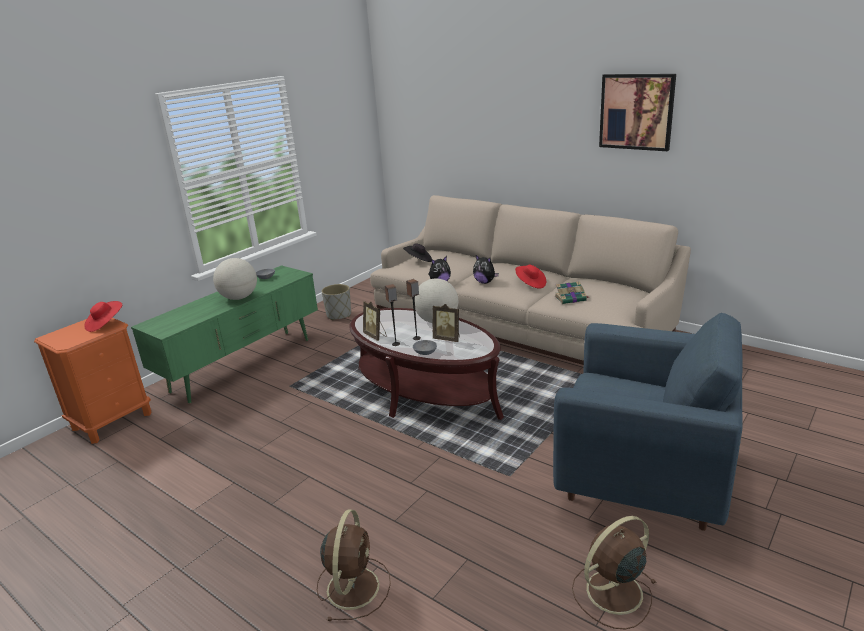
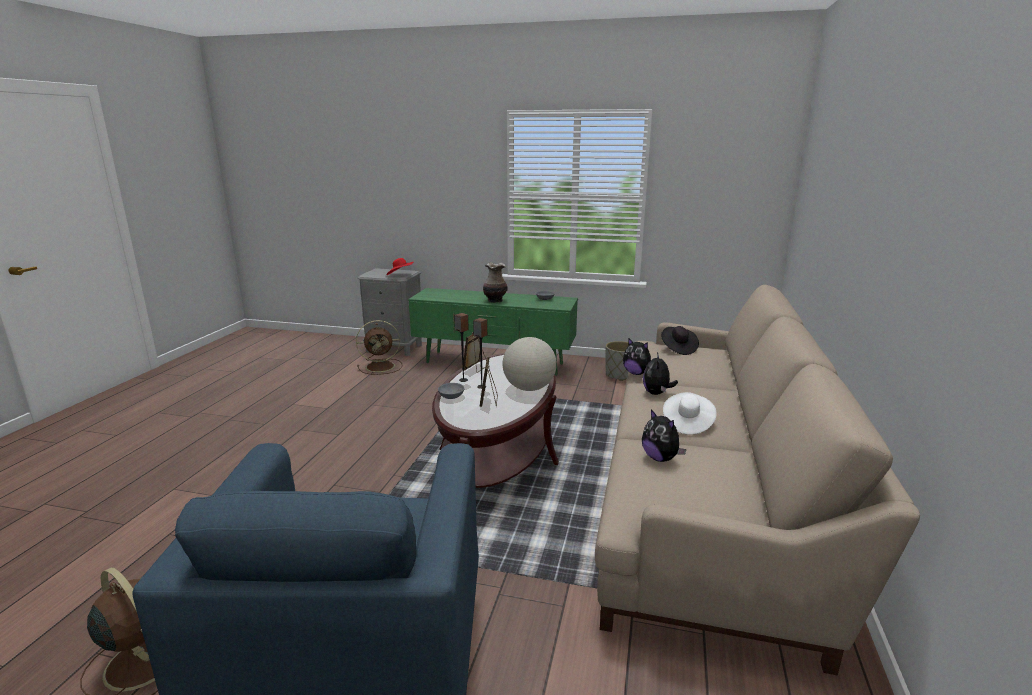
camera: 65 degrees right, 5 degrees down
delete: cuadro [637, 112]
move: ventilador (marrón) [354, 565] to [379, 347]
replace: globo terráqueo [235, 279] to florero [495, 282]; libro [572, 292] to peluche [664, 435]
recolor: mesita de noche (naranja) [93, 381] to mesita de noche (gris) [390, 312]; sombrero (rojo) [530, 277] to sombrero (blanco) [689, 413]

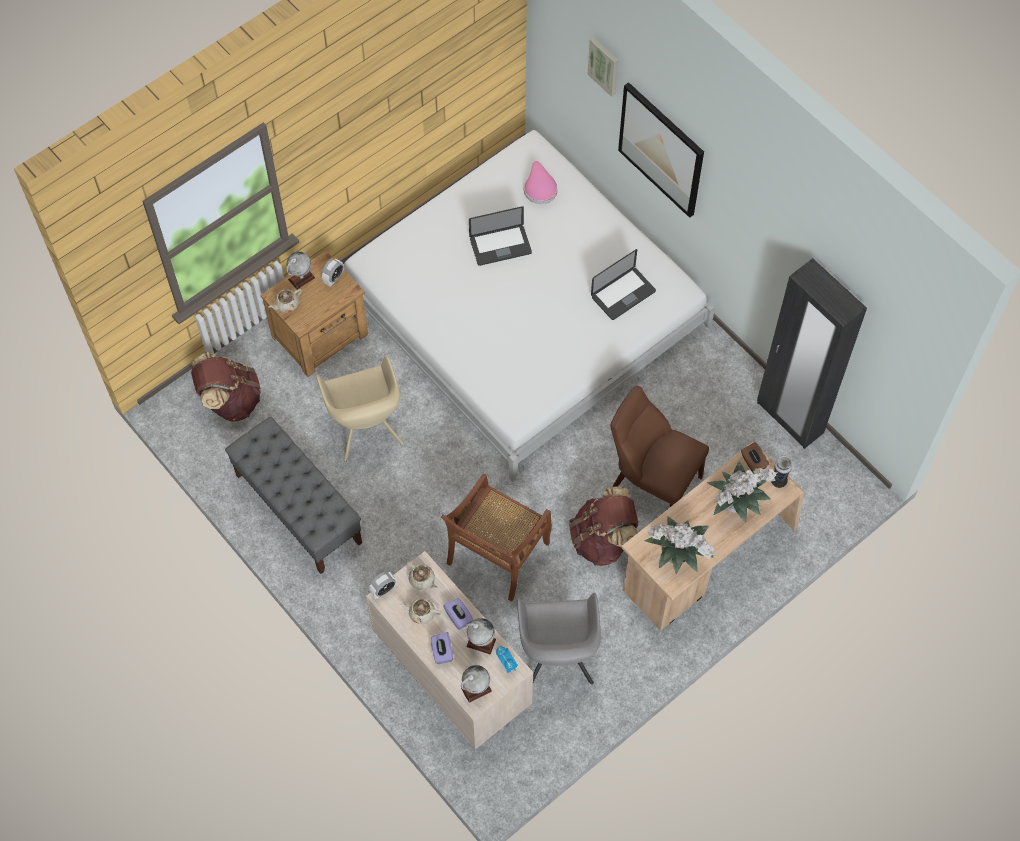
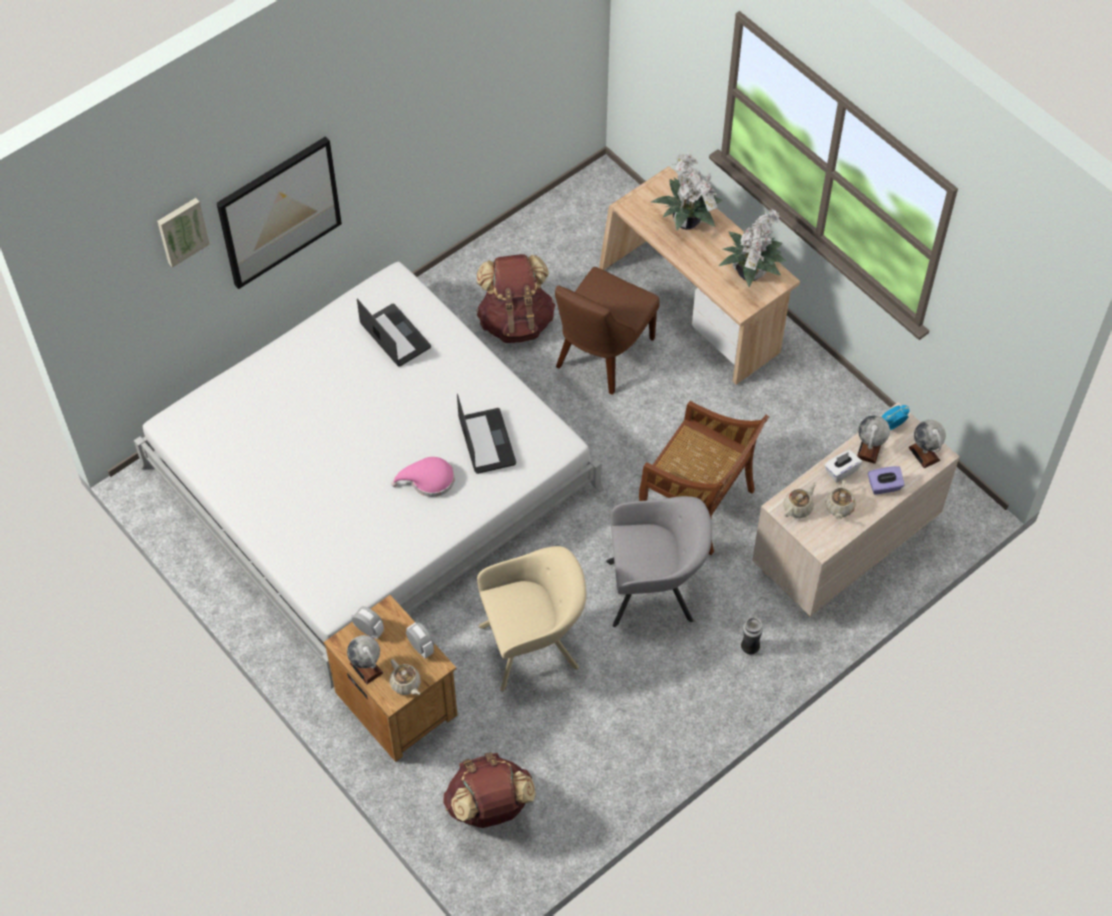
camera: 90 degrees left, 5 degrees down
delete: banco (gris) [293, 495]; caja de pañuelos (marrón) [755, 457]; armario ropero (negro) [812, 353]
move: despertador [382, 585] to [420, 640]; portátil [500, 236] to [486, 434]; sillón (gris) [559, 639] to [659, 561]; sombrero (rosa) [541, 182] to [423, 477]; mochila (marrón) [603, 526] to [515, 298]; florero [781, 472] to [752, 636]
recolor: caja de pañuelos (morado) [458, 614] to caja de pañuelos (blanco) [843, 466]

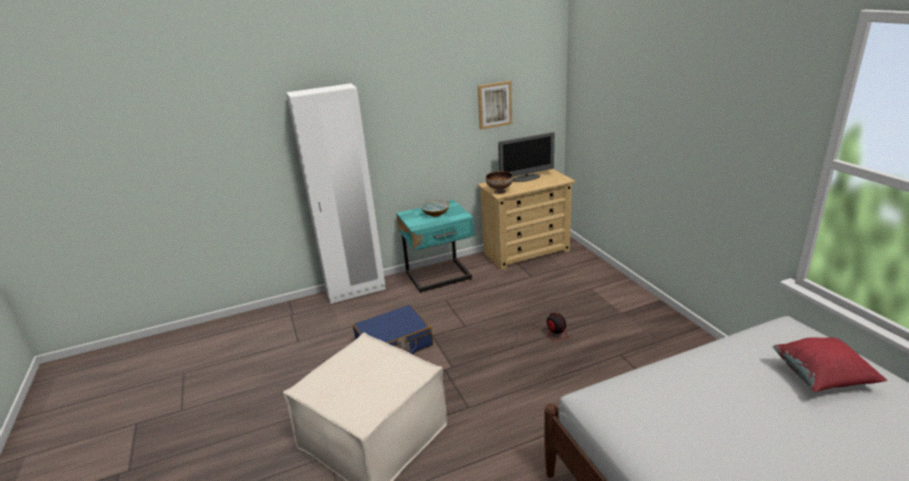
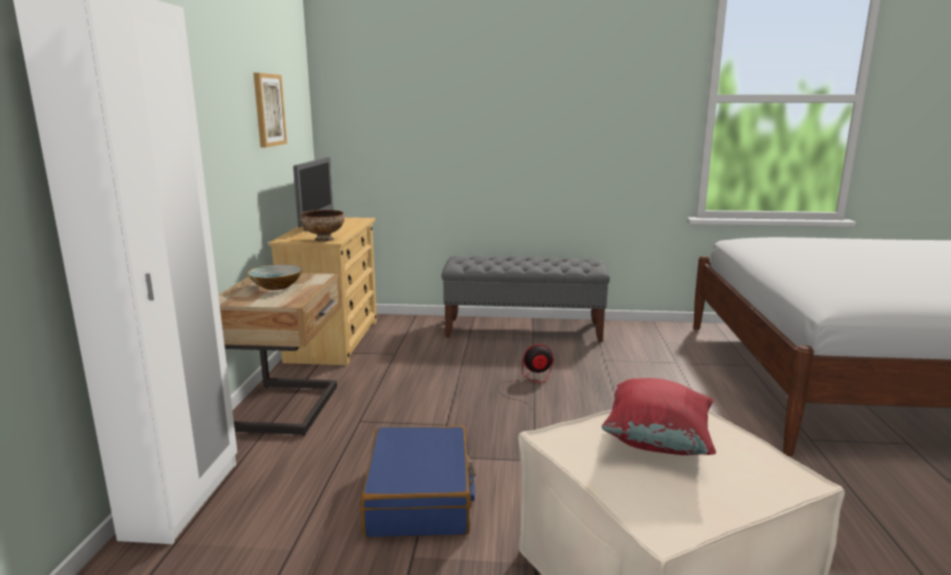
camera: 65 degrees left, 10 degrees down
insert: banco (gris) [525, 299]
move: cojín (rojo) [829, 364] to [659, 416]
recolor: mesita de noche (turquesa) [435, 246] to mesita de noche (beis) [279, 354]

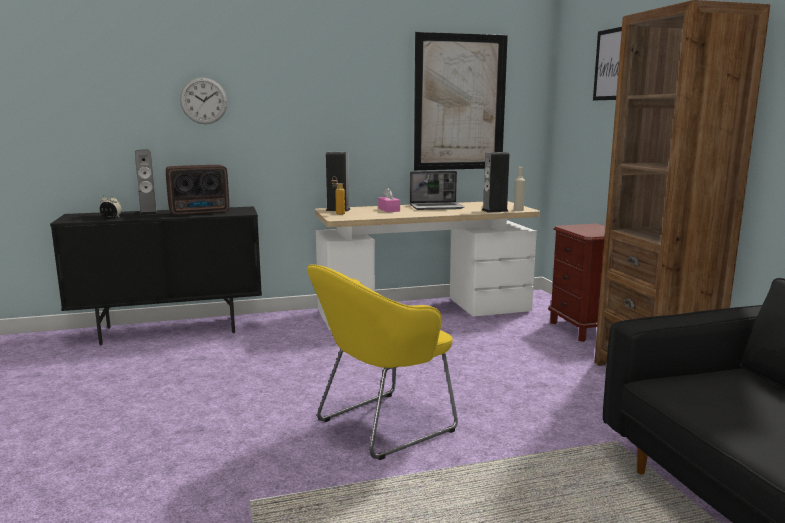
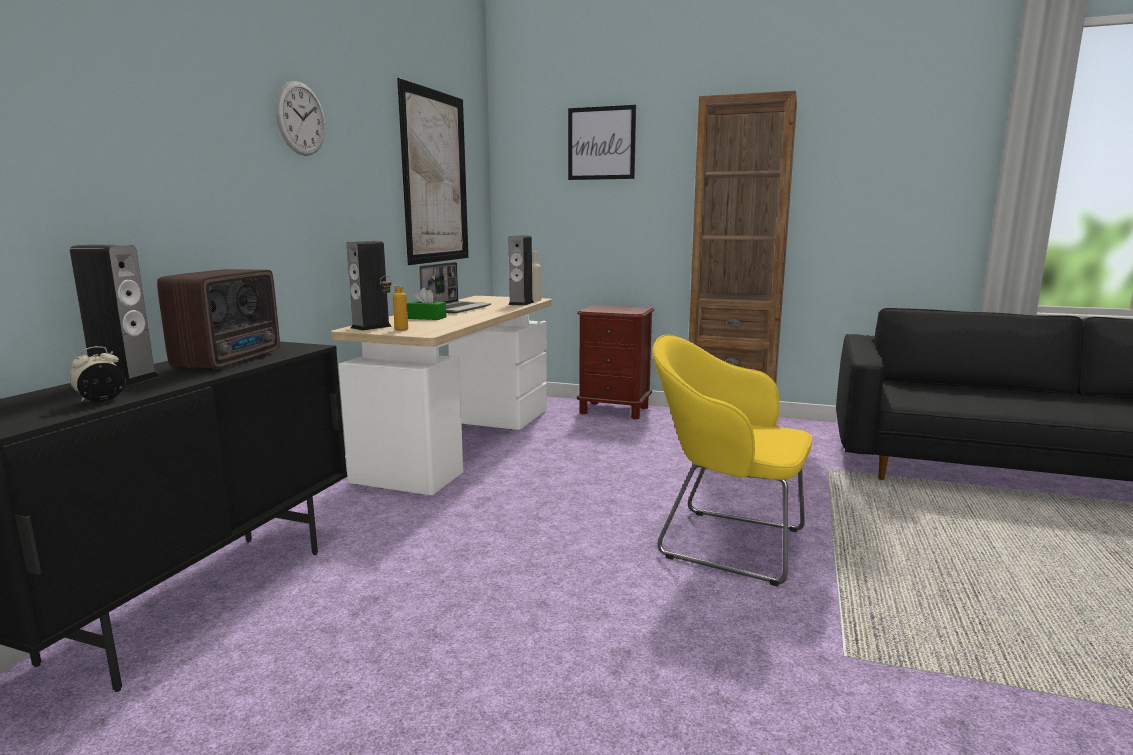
camera: 55 degrees left, 0 degrees up
move: reloj de pared [203, 100] to [300, 118]
recolor: caja de pañuelos (rosa) [389, 200] to caja de pañuelos (verde) [426, 304]
rotate: sillón (amarillo) [382, 362] = [732, 460] 120 degrees clockwise

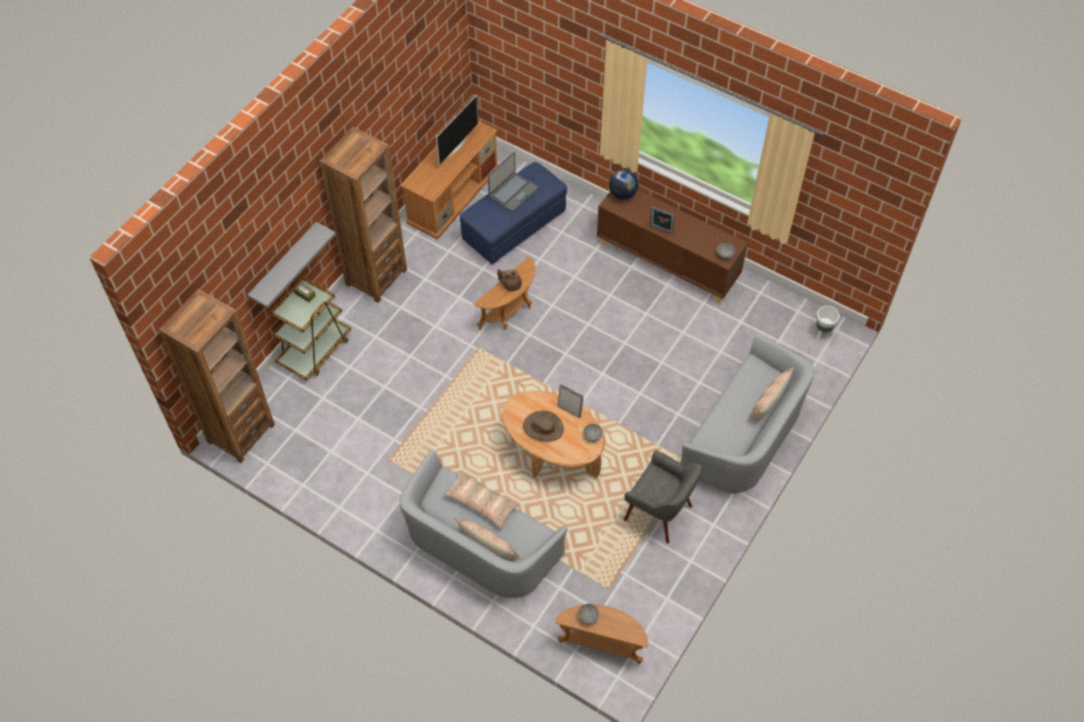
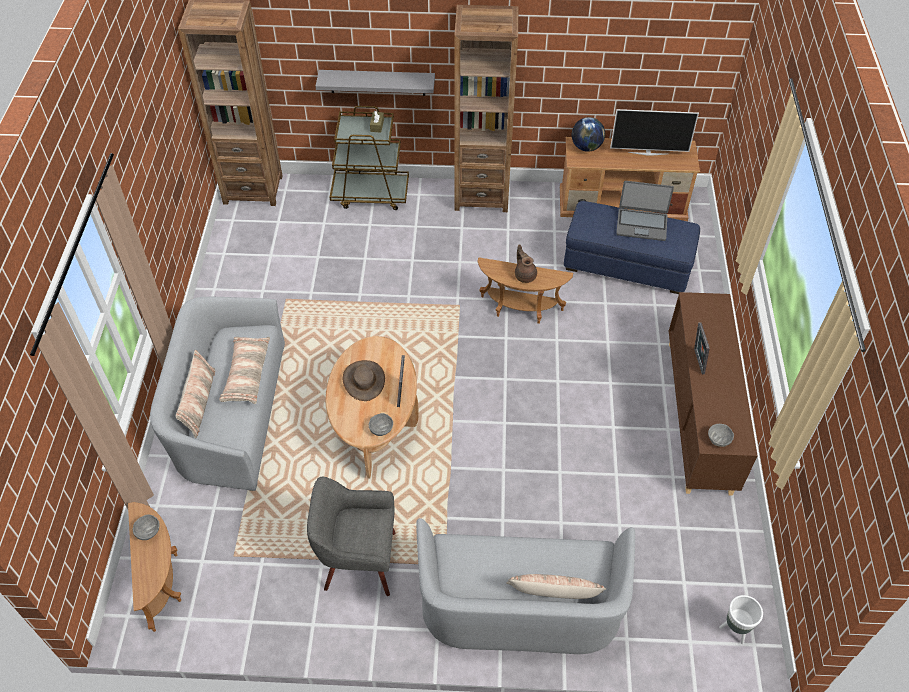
camera: 60 degrees right, 5 degrees down
move: globo terráqueo [623, 185] to [588, 134]
rotate: sillón (gris) [663, 496] = [351, 536] 90 degrees clockwise

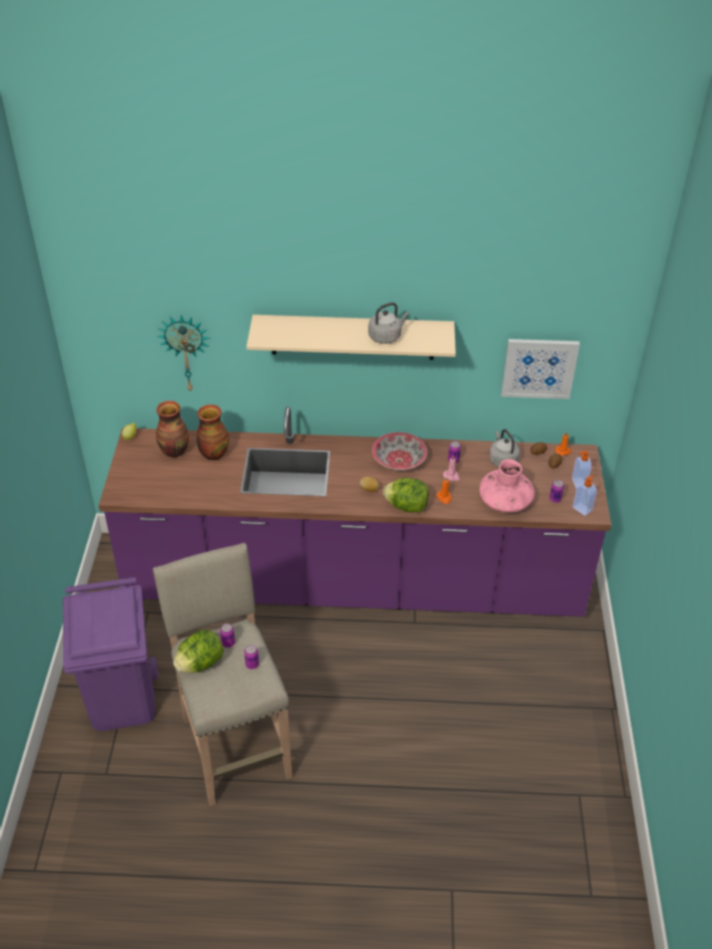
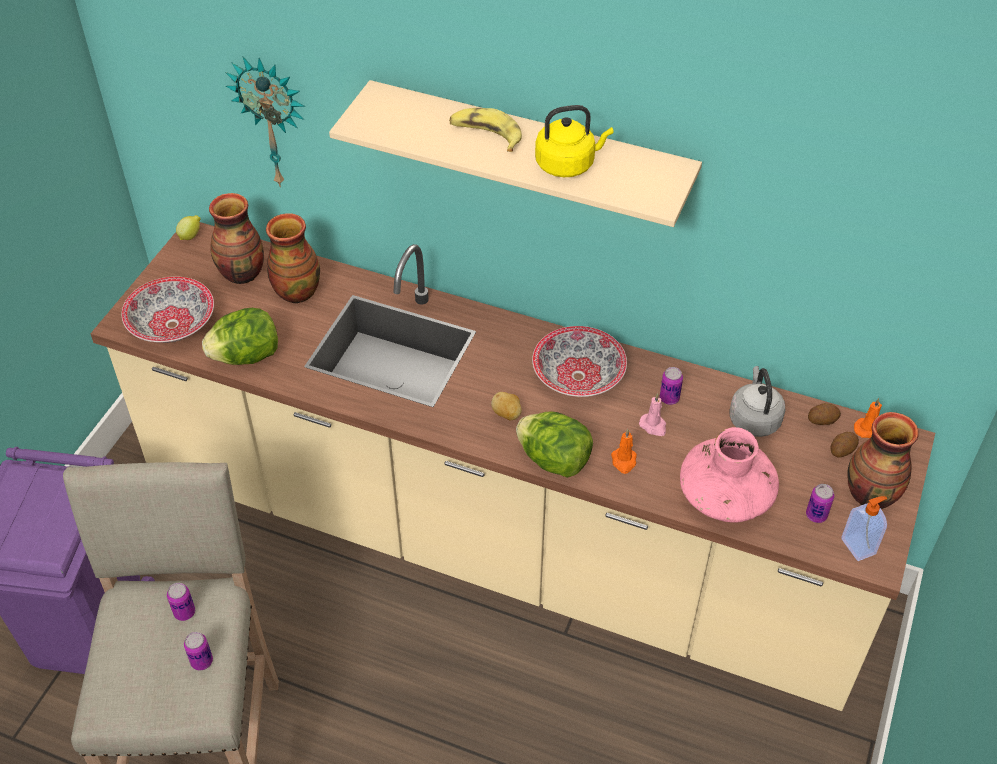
camera: 20 degrees right, 5 degrees up
delete: cuadro [540, 369]
insert: cuenco [168, 309]; plátano [485, 130]
move: lechuga [198, 651] to [240, 336]
replace: dispensador de jabón [581, 469] to florero [883, 460]
recolor: mueble bajo de cocina (morado) [354, 511] to mueble bajo de cocina (beis) [512, 466]; hervidor (gris) [388, 323] to hervidor (amarillo) [574, 141]

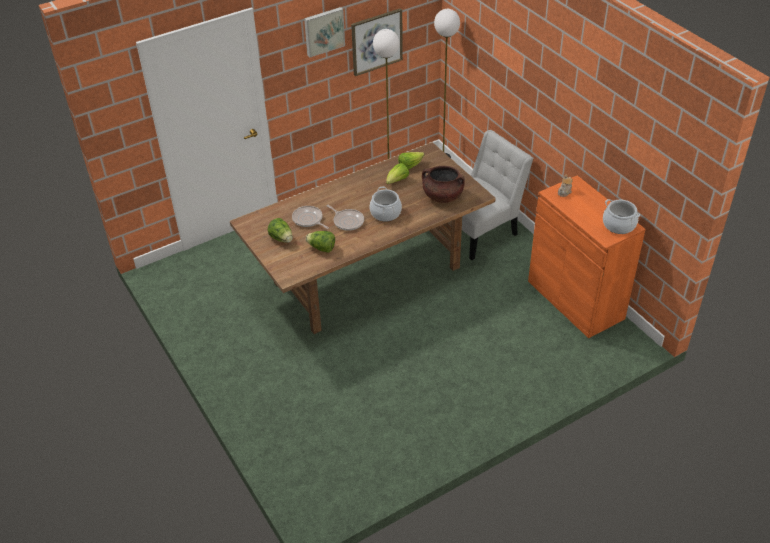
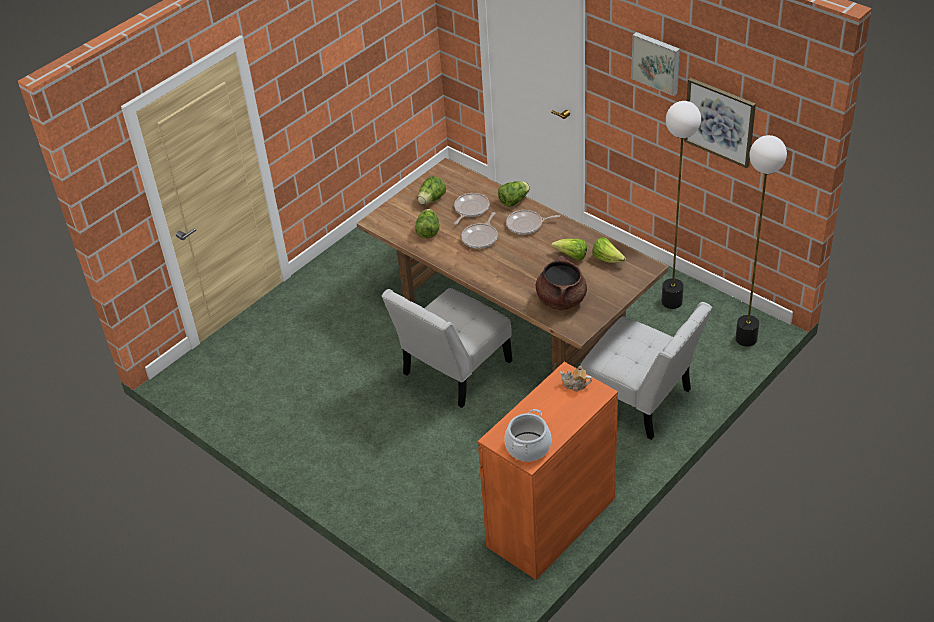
camera: 75 degrees right, 0 degrees up
delete: olla [386, 204]
insert: silla (blanco) [447, 348]; lechuga [514, 194]; sartén [533, 222]

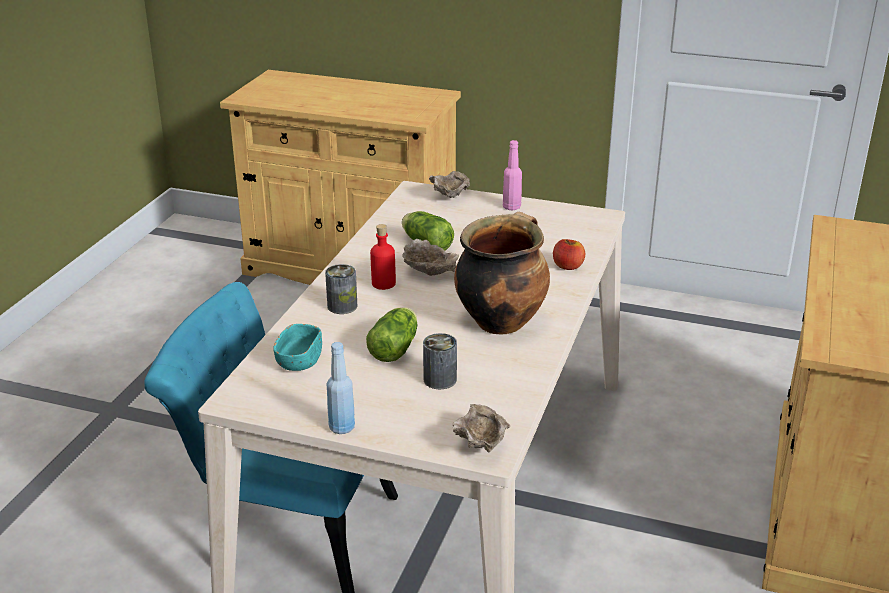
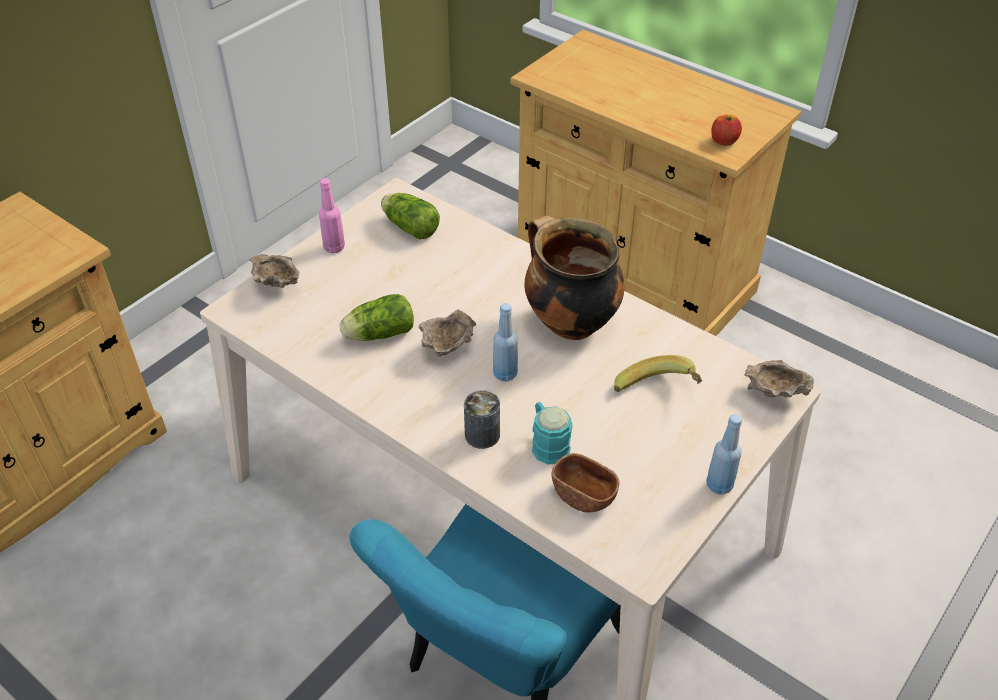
camera: 70 degrees left, 15 degrees up
delete: botella (rojo) [383, 257]
insert: botella (azul) [505, 342]; taza grande (turquesa) [552, 433]
move: lechuga [392, 334] to [410, 216]; manzana [569, 254] to [726, 130]
replace: lata [440, 361] to plátano [658, 373]
recolor: cuenco (turquesa) [297, 347] to cuenco (marrón) [585, 482]

